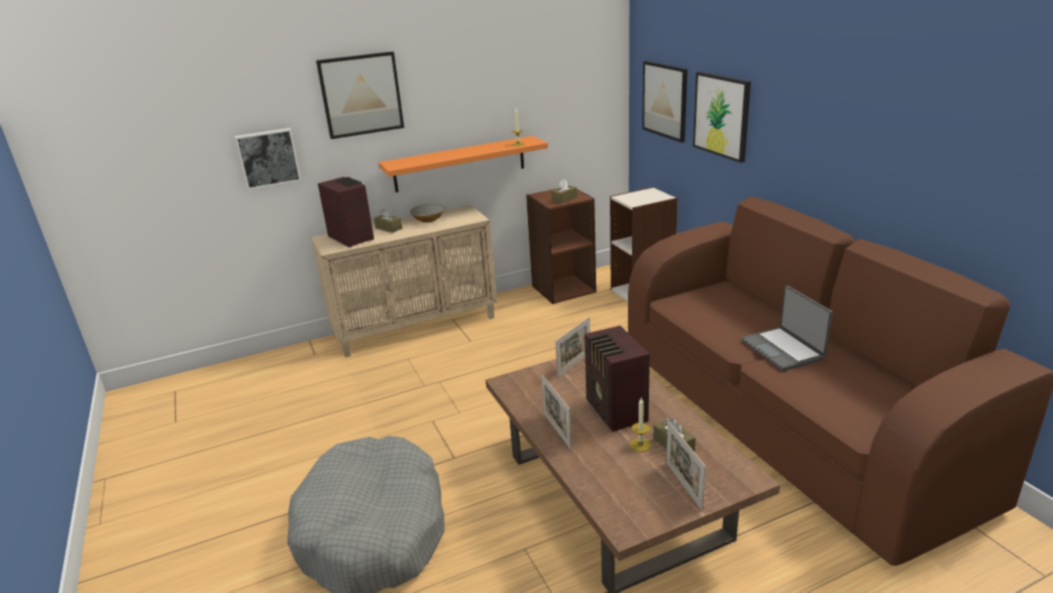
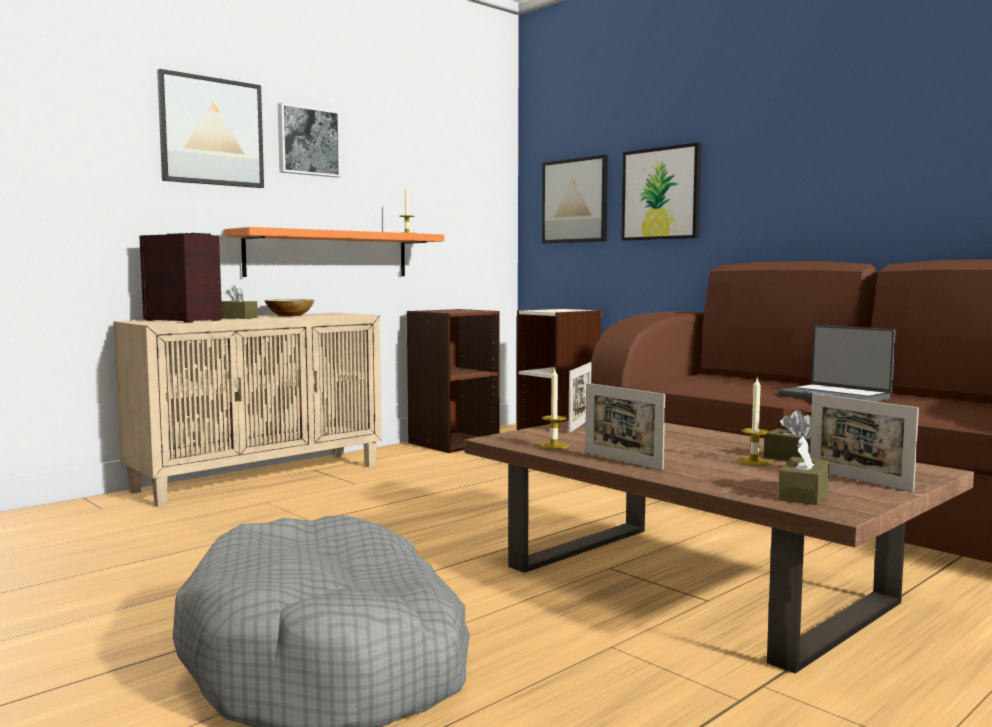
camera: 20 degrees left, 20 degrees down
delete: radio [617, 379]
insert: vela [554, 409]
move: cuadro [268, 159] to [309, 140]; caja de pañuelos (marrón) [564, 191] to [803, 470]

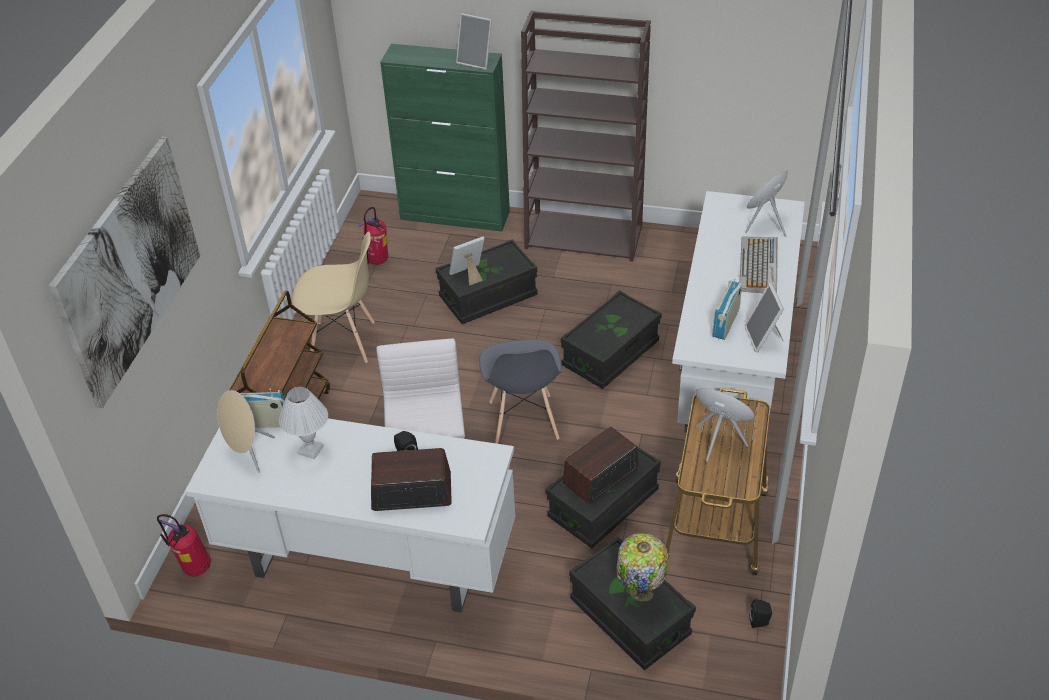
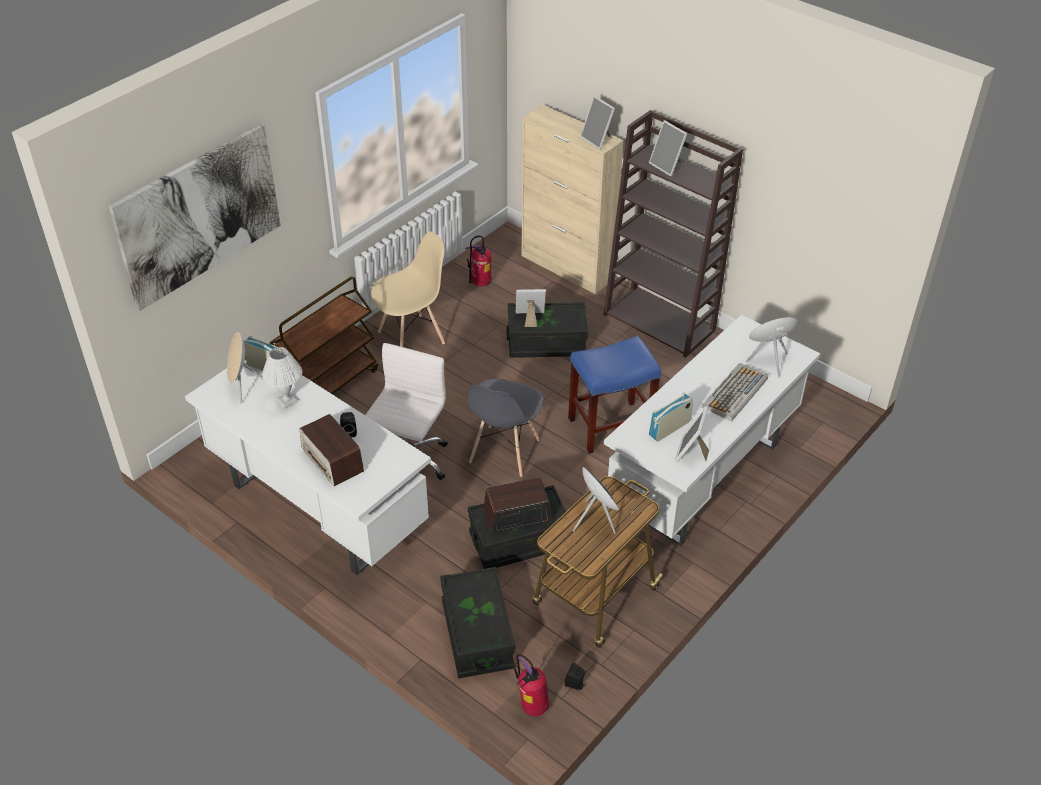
camera: 25 degrees right, 0 degrees up
delete: lámpara de mesa [642, 567]
insert: portarretratos [668, 148]
move: extintor [184, 545] to [531, 685]
replace: caja de almacenaje (negro) [611, 339] to taburete (azul) [614, 395]
recolor: armario (verde) [445, 138] to armario (beis) [573, 199]
rotate: silla (beis) [333, 297] = [408, 289] 60 degrees counterclockwise; radio [411, 479] = [332, 450] 150 degrees counterclockwise

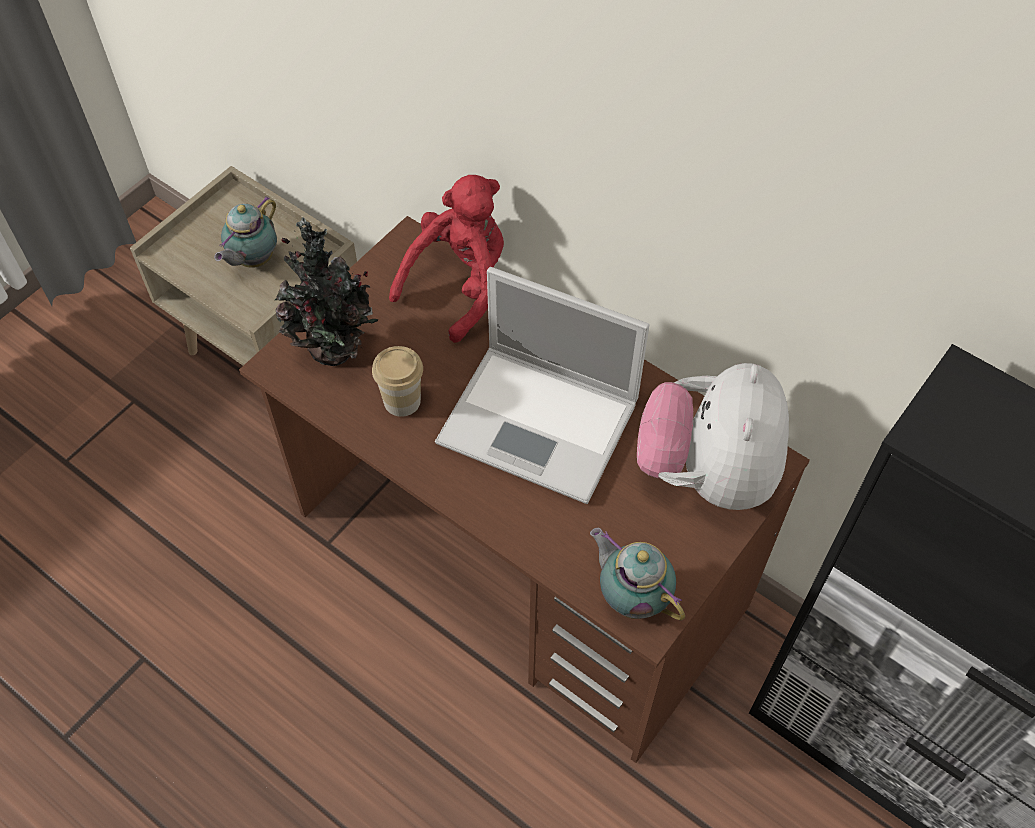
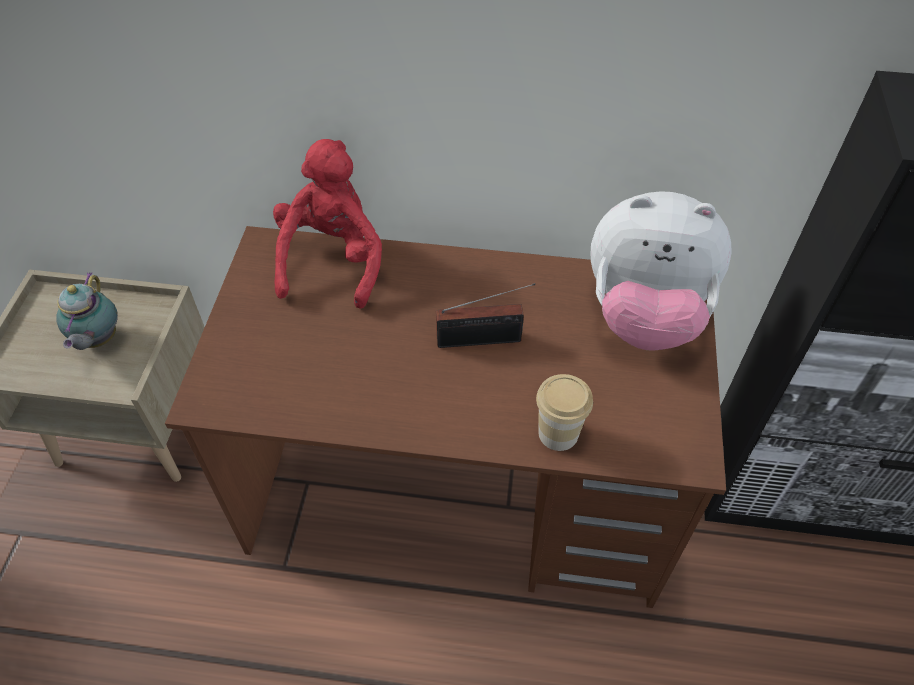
camera: 30 degrees left, 5 degrees down
delete: planta en maceta [326, 291]; tetera [637, 574]
move: taza [397, 381] to [564, 412]
replace: portátil [542, 385] to radio [485, 315]
rotate: peluche [713, 436] = [661, 271] 60 degrees counterclockwise

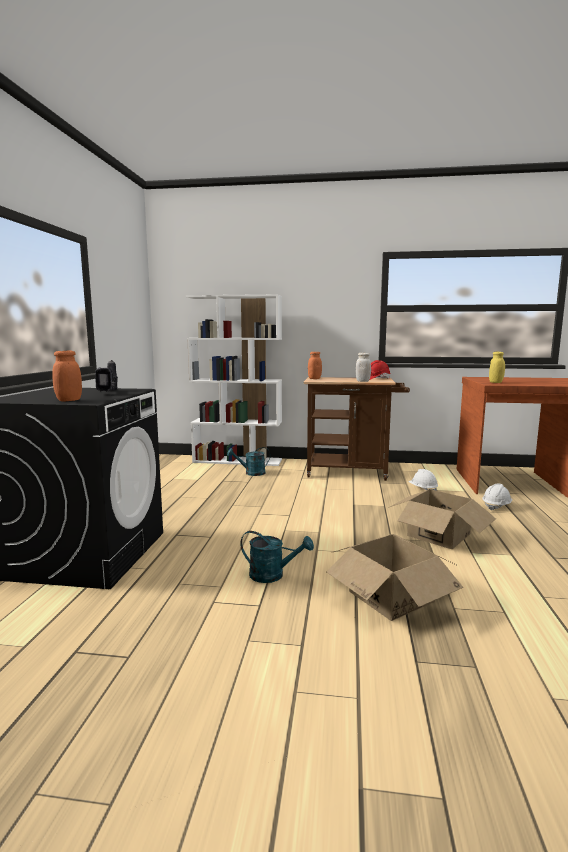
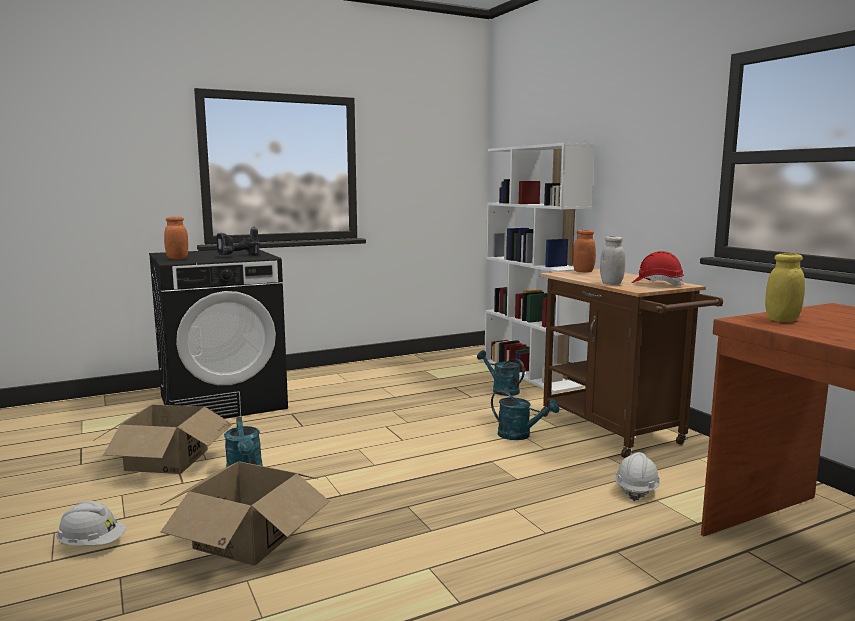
camera: 55 degrees right, 0 degrees up
insert: regadera (turquesa) [525, 415]
move: caja de cartón [442, 519] to [163, 439]; casco (blanco) [497, 497] to [91, 523]

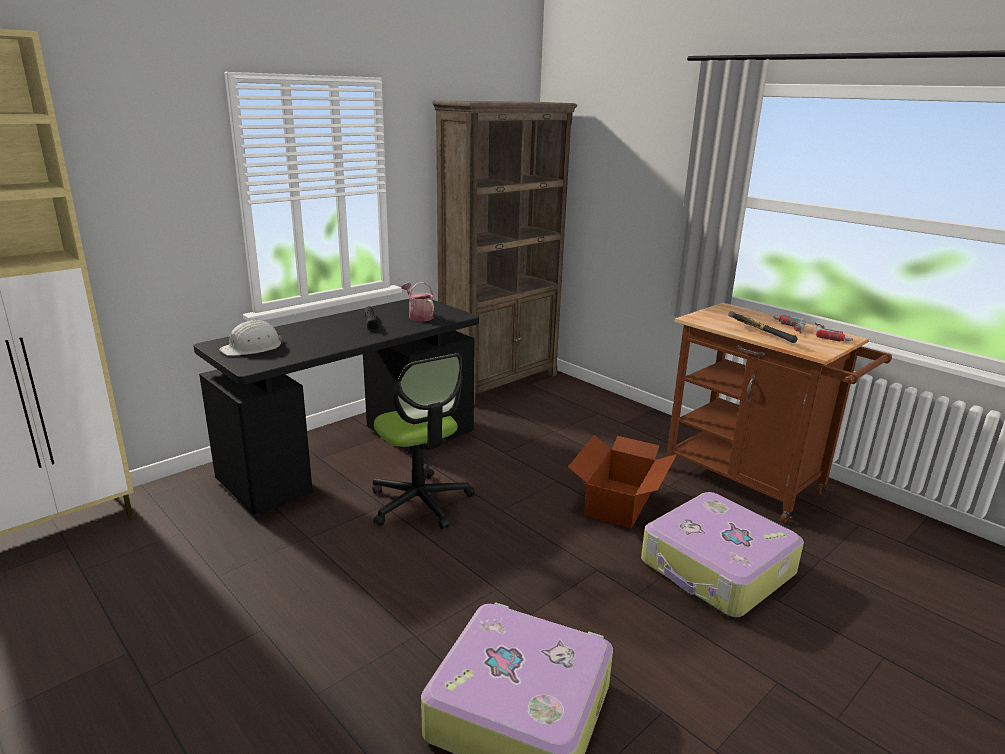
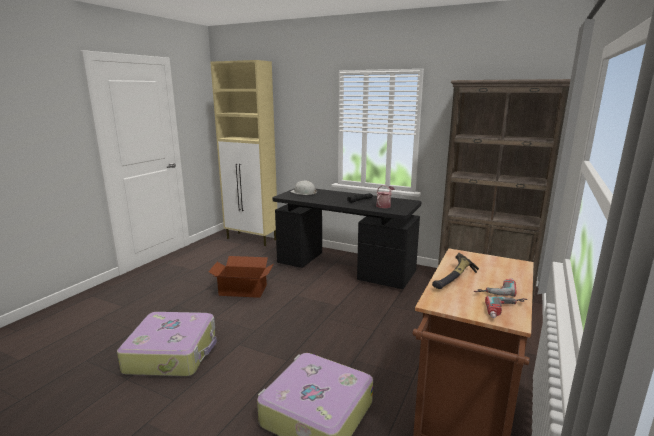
camera: 70 degrees right, 5 degrees down
delete: silla de oficina [423, 441]
move: caja de cartón [622, 482] to [241, 277]

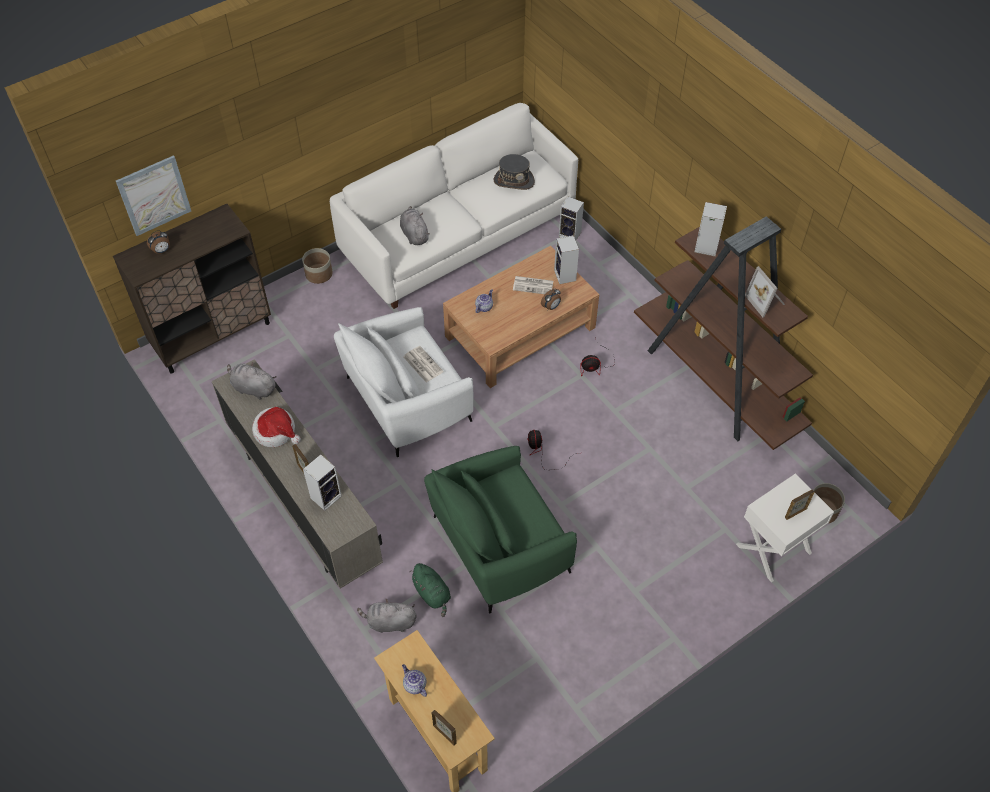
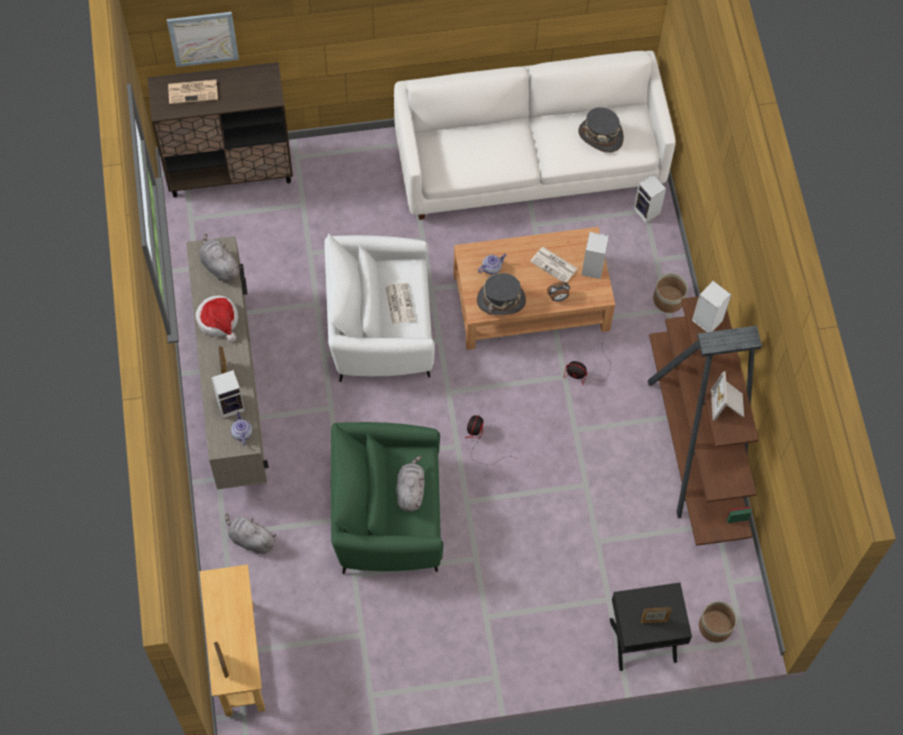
camera: 25 degrees right, 10 degrees up
delete: peluche (verde) [430, 590]
insert: sombrero (gris) [501, 294]
move: maceta [317, 266] to [670, 293]; peluche (gris) [415, 225] to [410, 483]; tetera [414, 680] to [241, 429]
replace: despertador [158, 242] to periódico [193, 92]
recolor: mesita de noche (blanco) [785, 527] to mesita de noche (negro) [651, 627]

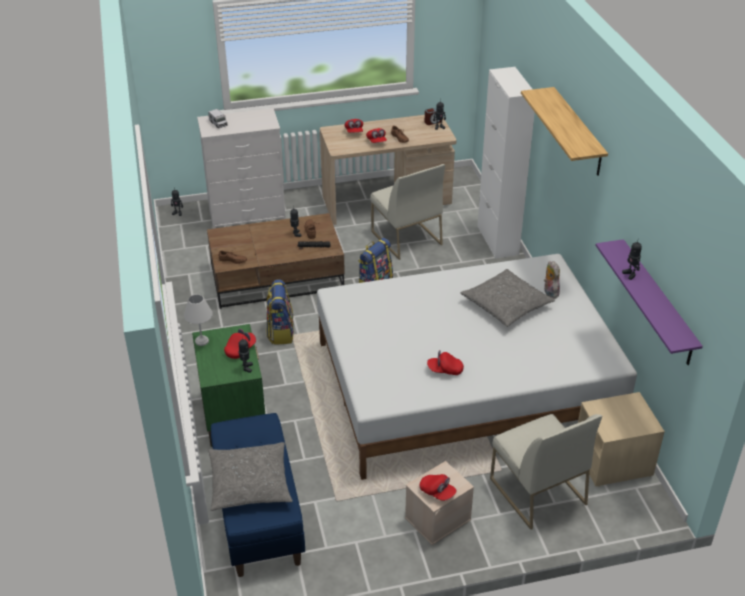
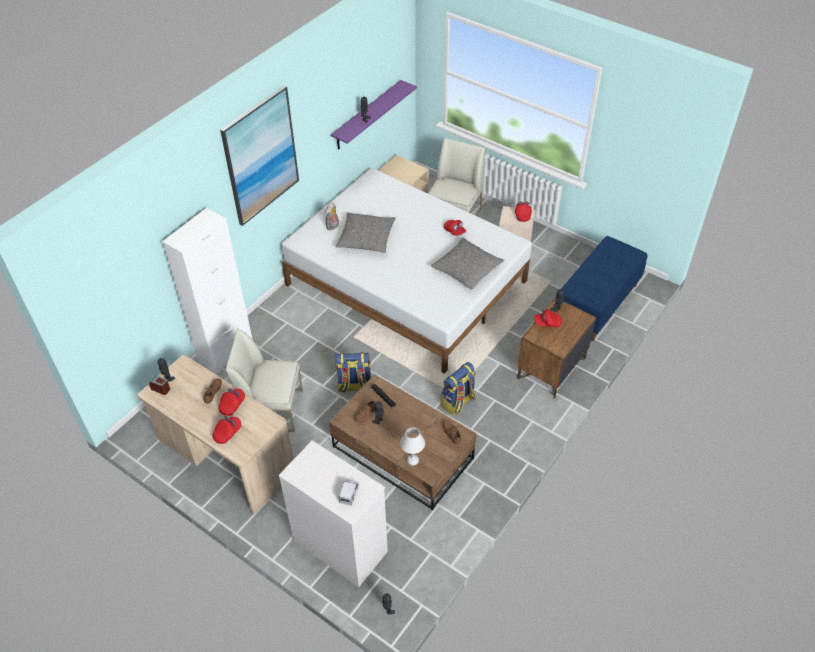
camera: 130 degrees left, 10 degrees up
move: lámpara de mesa (blanco) [198, 320] to [412, 446]; cojín (gris) [250, 476] to [467, 264]
replace: estante [564, 131] to cuadro [259, 155]
recolor: mesita de noche (verde) [228, 385] to mesita de noche (marrón) [556, 348]
rotate: silla (blanco) [407, 212] = [264, 380] 105 degrees counterclockwise

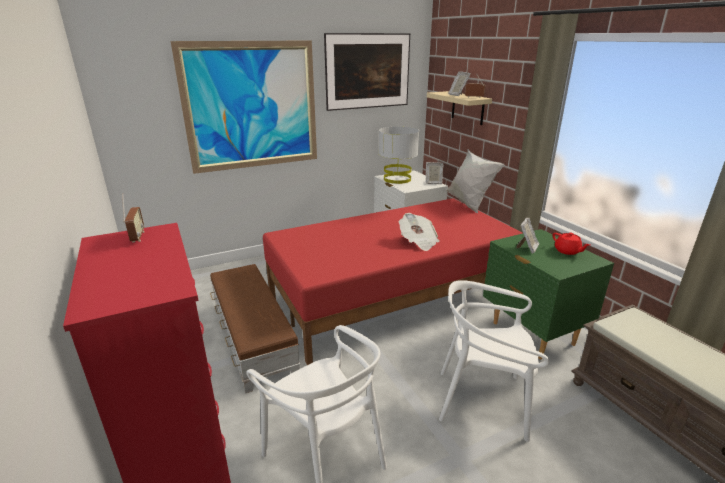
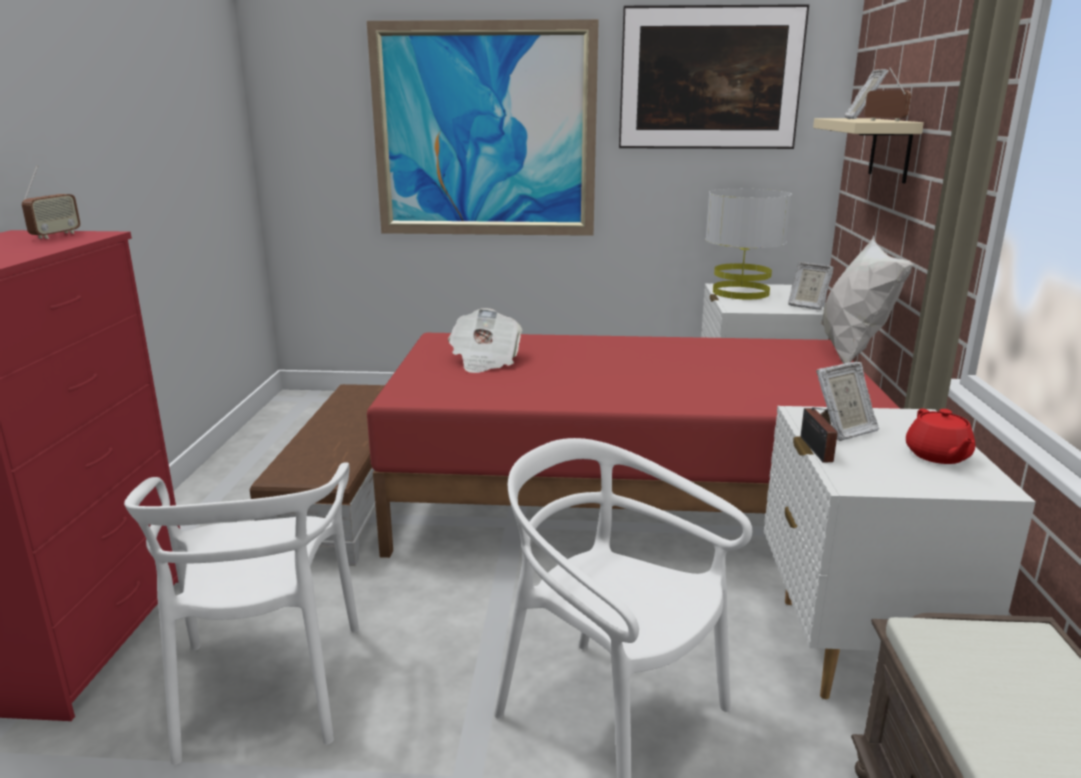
camera: 30 degrees right, 5 degrees down
insert: radio [821, 434]
move: periódico [419, 232] to [485, 340]
recolor: mesita de noche (verde) [548, 294] to mesita de noche (blanco) [900, 552]

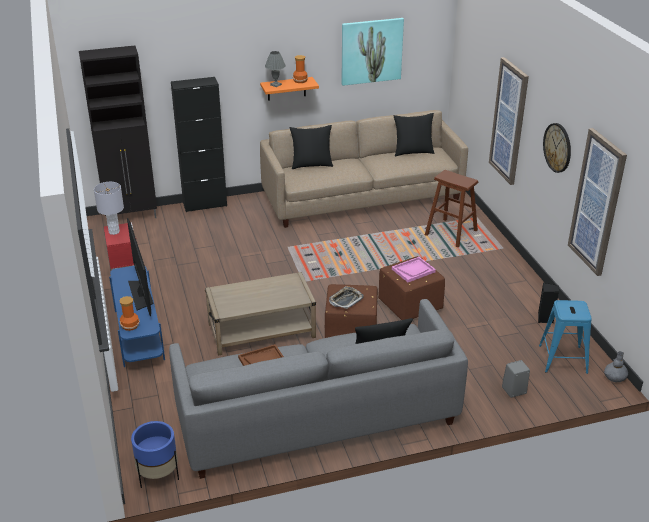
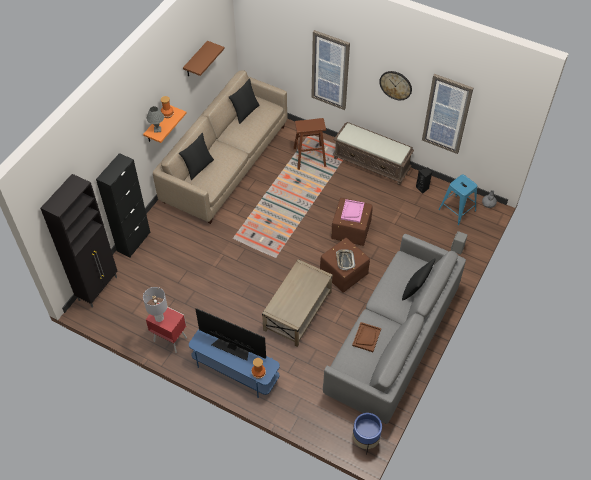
camera: 45 degrees left, 20 degrees up
insert: banco (marrón) [373, 153]
replace: cuadro [372, 52] to estante (marrón) [204, 58]

